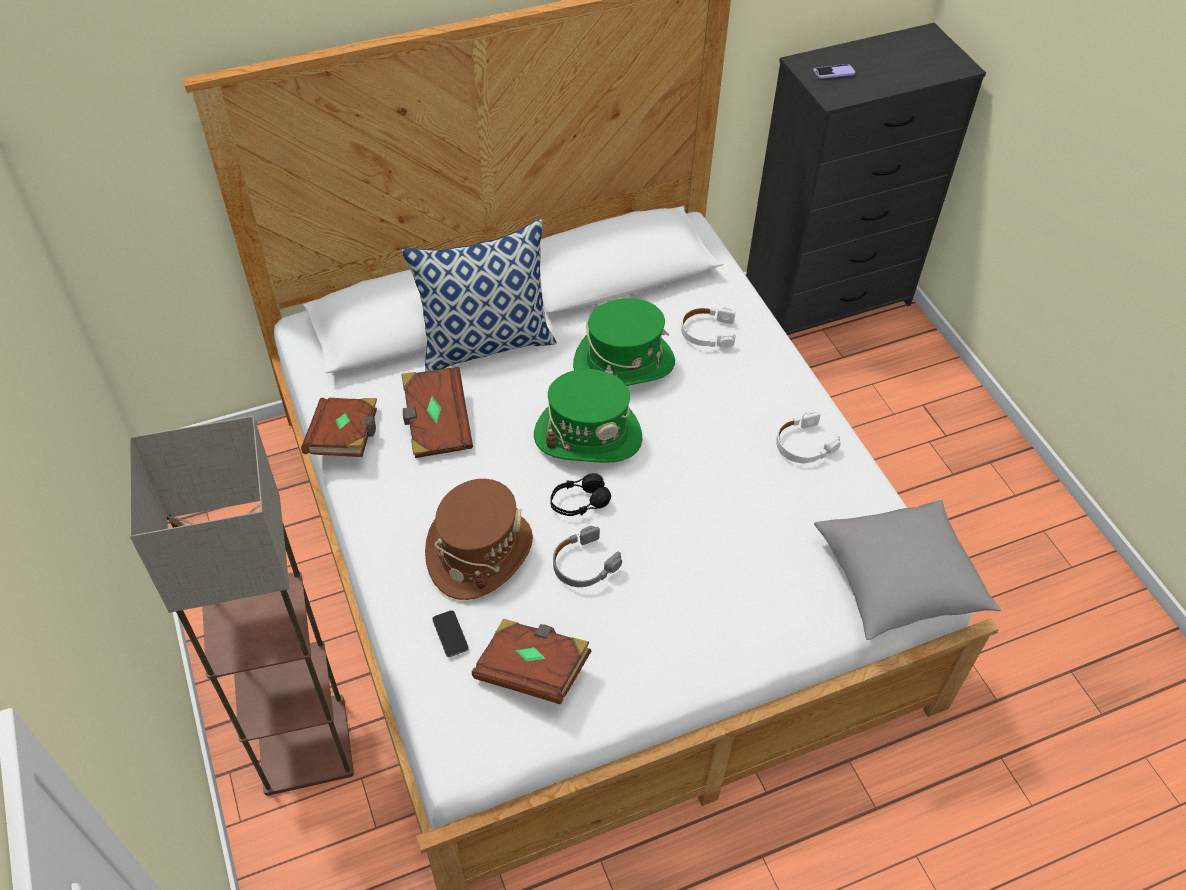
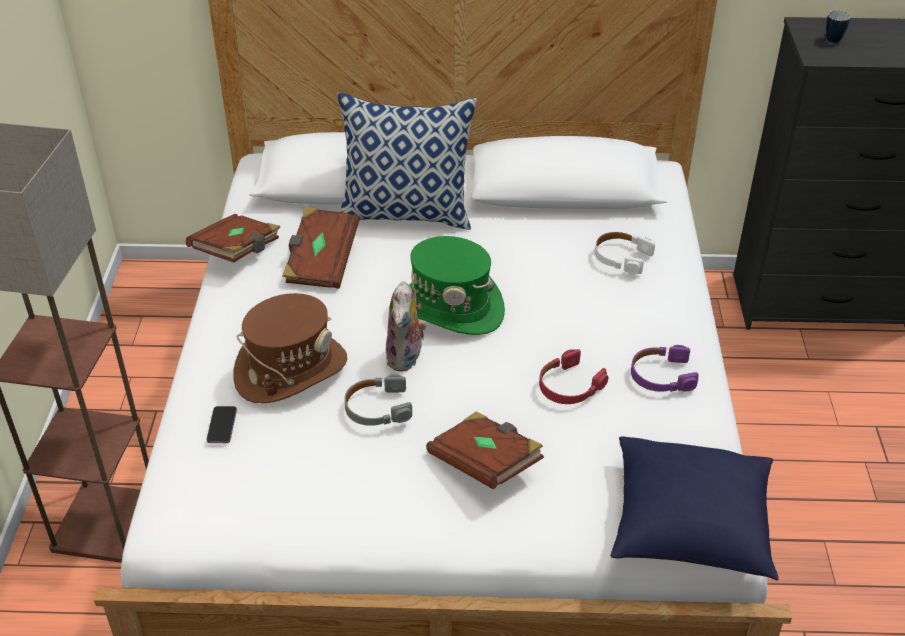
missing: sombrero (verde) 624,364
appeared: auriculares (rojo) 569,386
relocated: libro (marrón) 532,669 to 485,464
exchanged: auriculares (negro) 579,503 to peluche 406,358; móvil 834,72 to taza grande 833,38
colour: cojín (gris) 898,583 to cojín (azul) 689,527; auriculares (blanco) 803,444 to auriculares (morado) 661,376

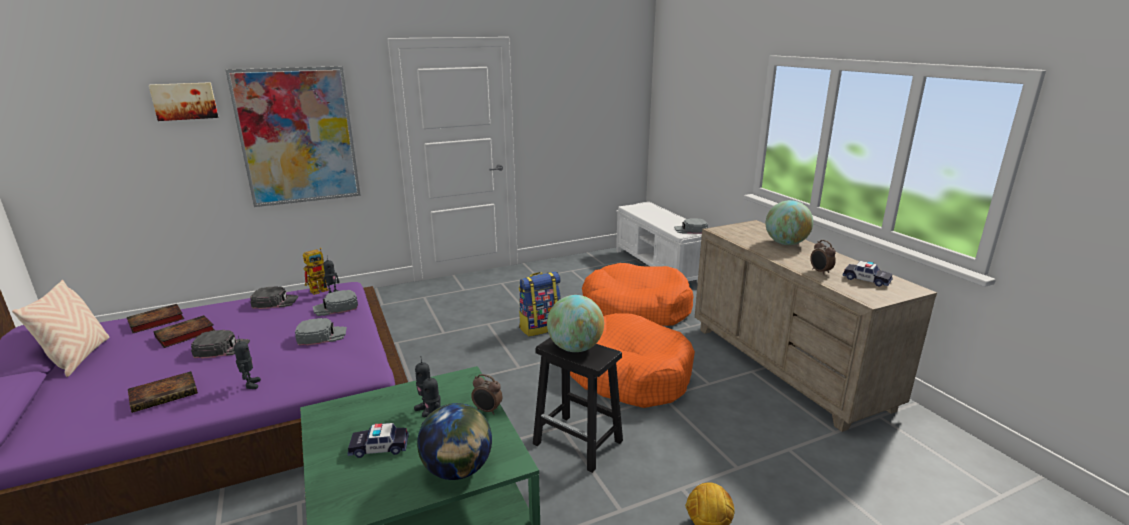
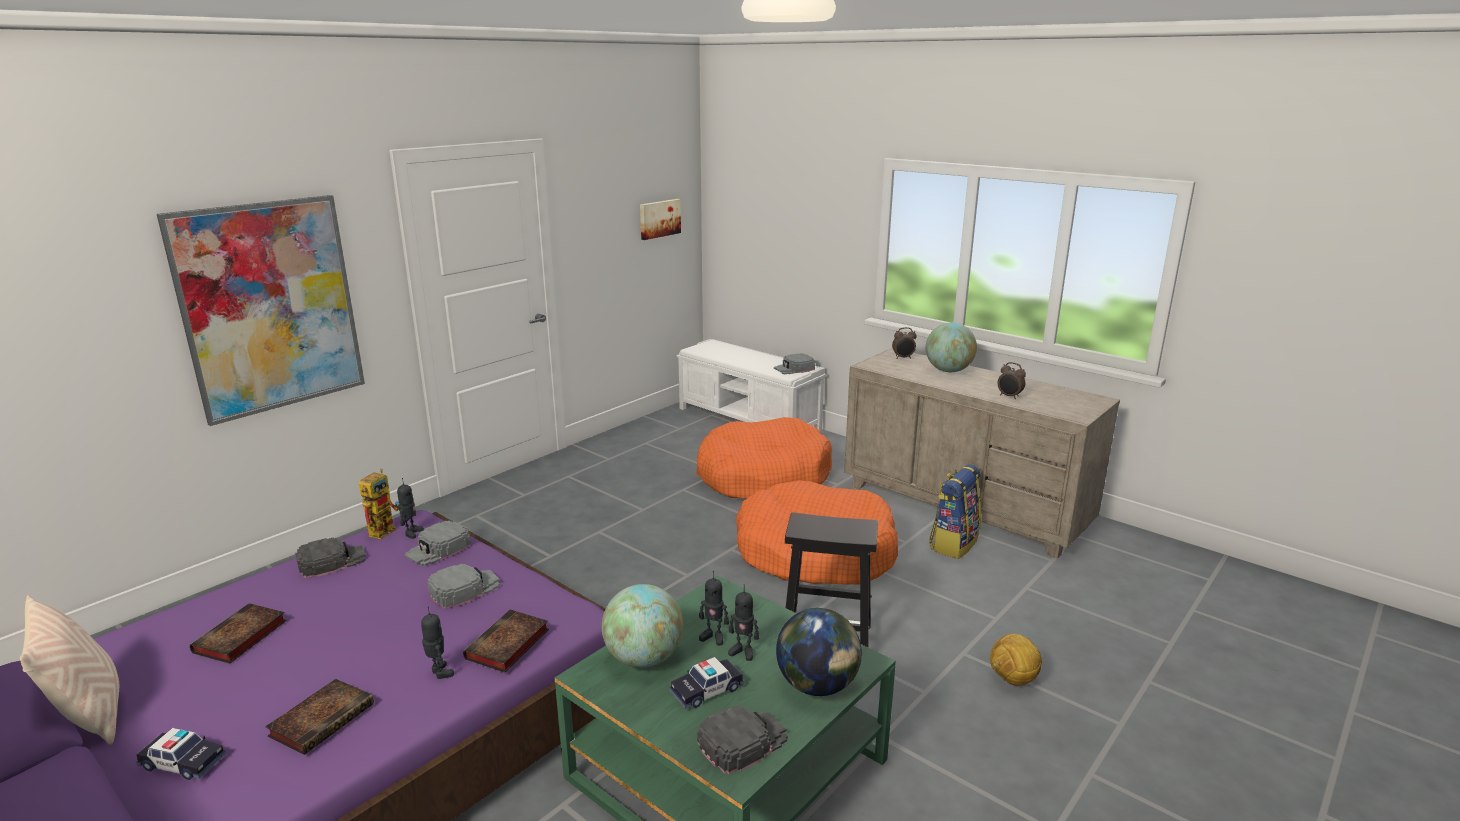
relocated: coche de juguete 866,280 to 183,762; libro 155,321 to 507,646; globo terráqueo 575,348 to 644,658; cuadro 184,101 to 659,218; gorra (negro) 222,348 to 742,741; despertador 487,410 to 903,357; mochila 540,327 to 953,543

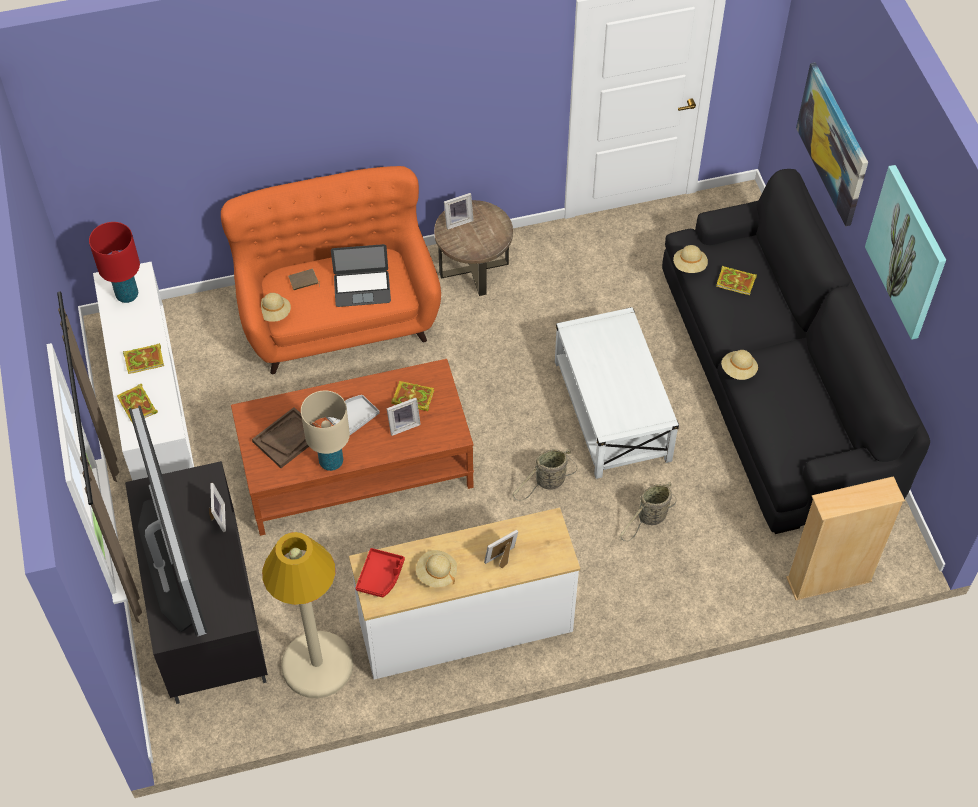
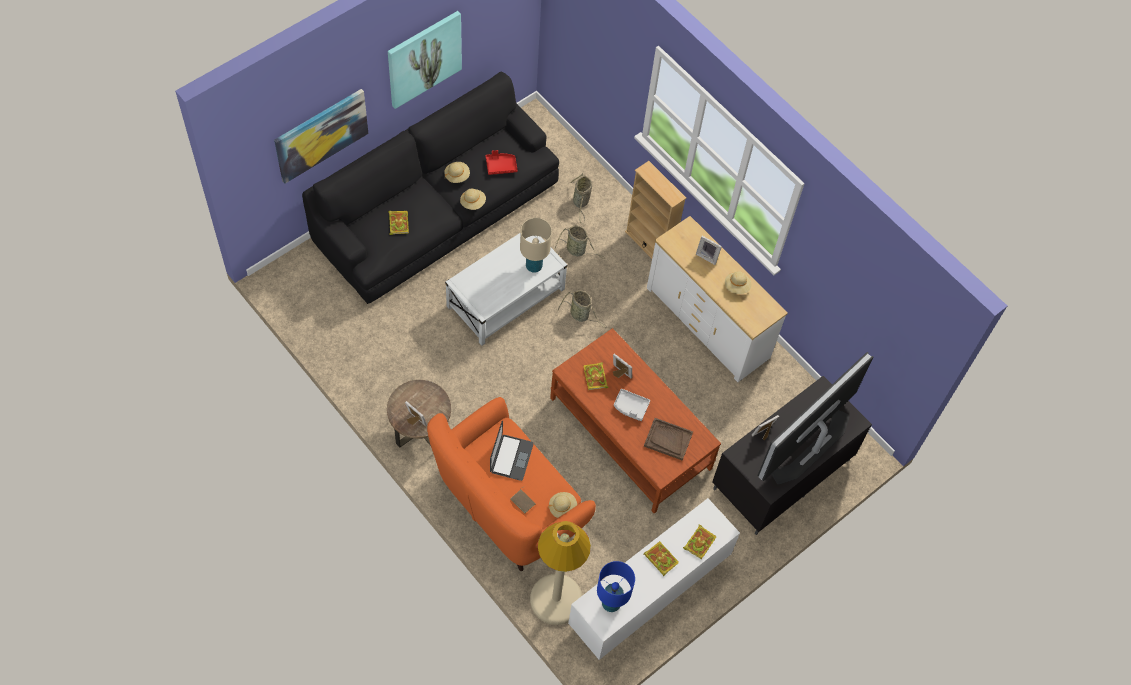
appeared: cesta 581,202
relocated: sombrero (beis) 689,266 to 457,176; bandeja (rojo) 380,576 to 501,166; lámpara de mesa (beis) 331,462 to 534,266; lámpara de pie (beis) 317,665 to 556,599; estantería (beis) 828,580 to 649,245
colour: lámpara de mesa (rojo) 127,295 to lámpara de mesa (azul) 611,604
spun: portátil 362,288 = 511,457 45 degrees clockwise

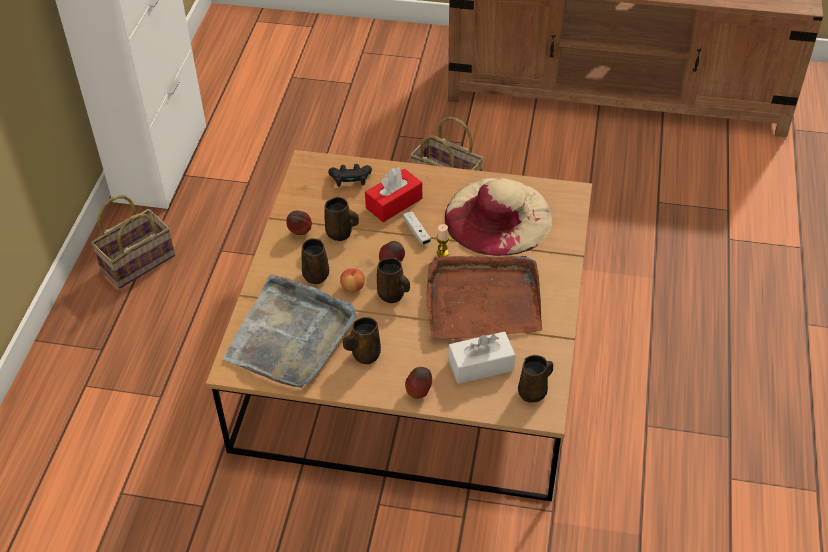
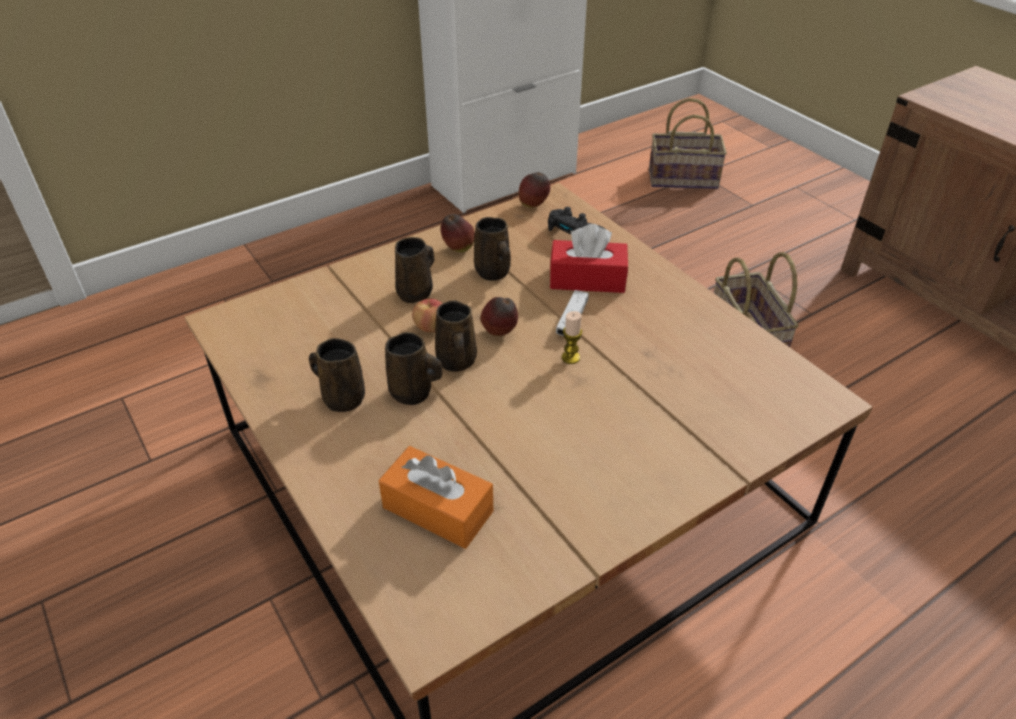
missing: bandeja (gris) 290,336; bandeja (marrón) 482,301; sombrero (beis) 498,216
relocated: taza grande (marrón) 533,392 to 413,393; manzana 419,392 to 533,205; cesta 138,261 to 684,178
colour: caja de pañuelos (blanco) 481,365 to caja de pañuelos (naranja) 438,509

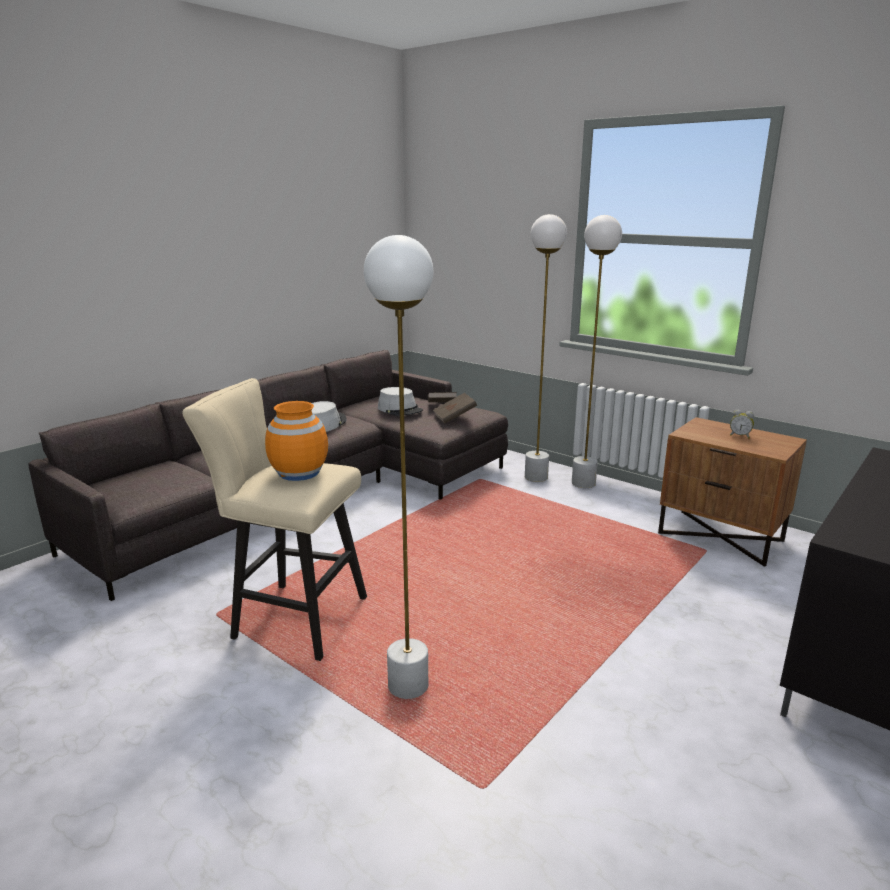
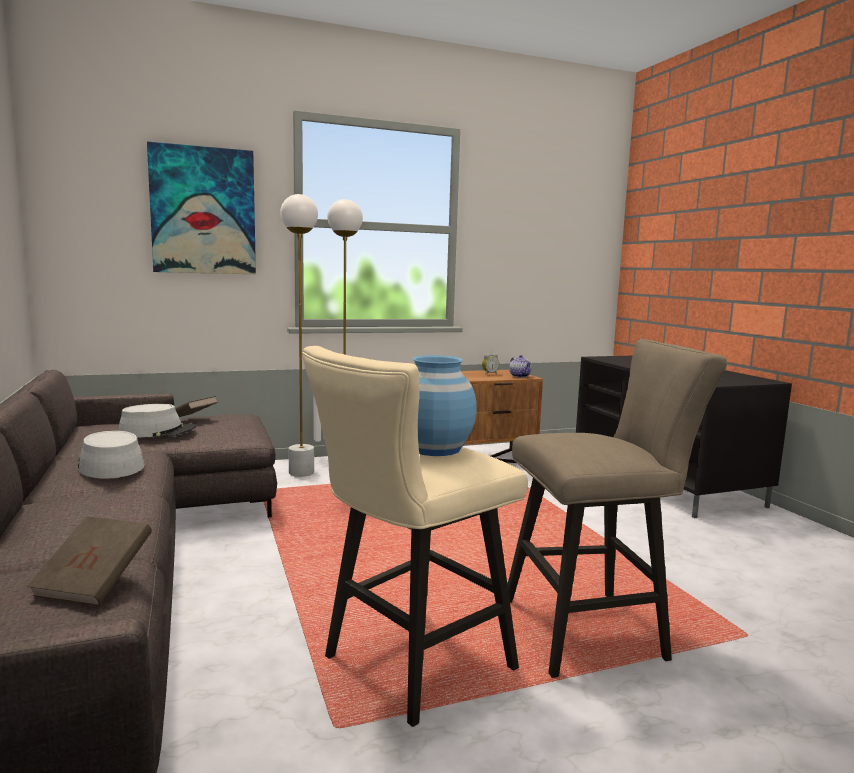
appeared: cuadro 203,211; tetera 520,376
relocated: libro (marrón) 454,417 to 95,582
exchanged: lámpara de pie (blanco) 408,686 to taburete (beis) 594,629
colour: florero (naranja) 298,473 to florero (azul) 434,449

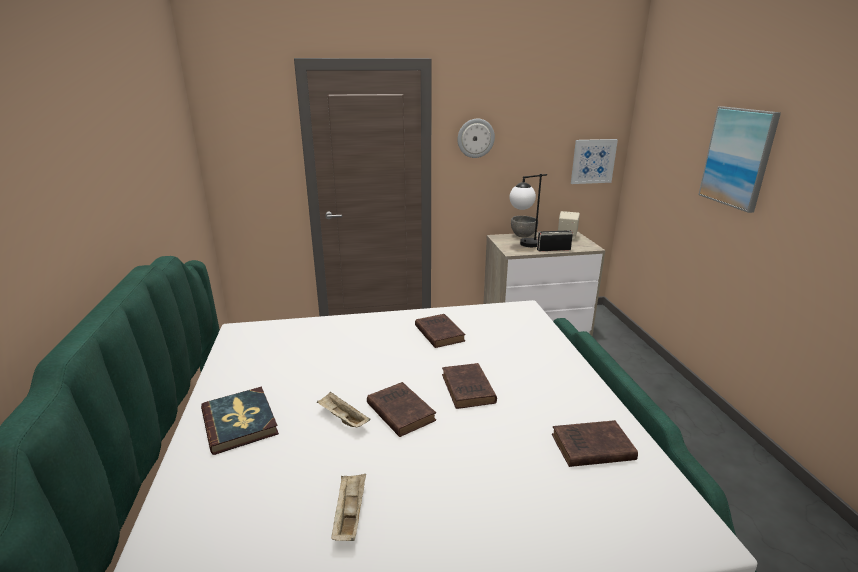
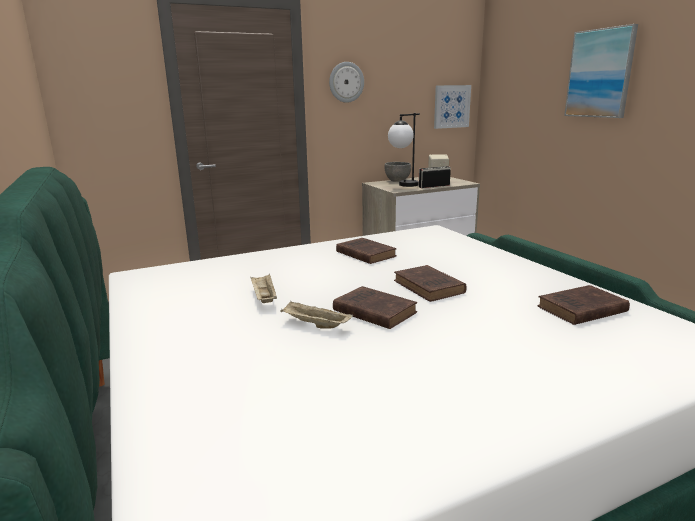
missing: libro 240,422
relocated: bandeja (beis) 349,515 to 264,297

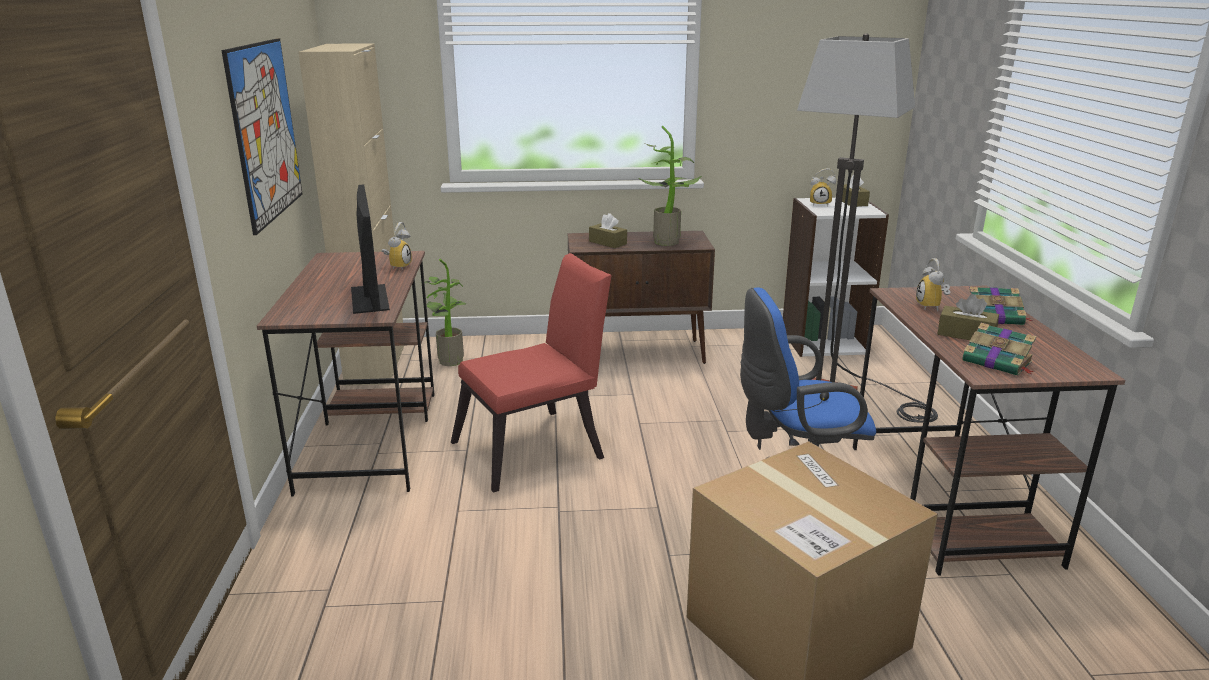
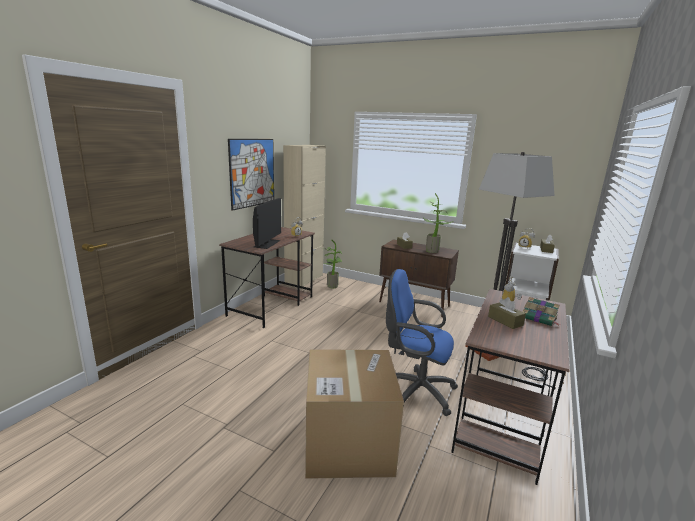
missing: silla (rojo) 537,448; libro 998,362

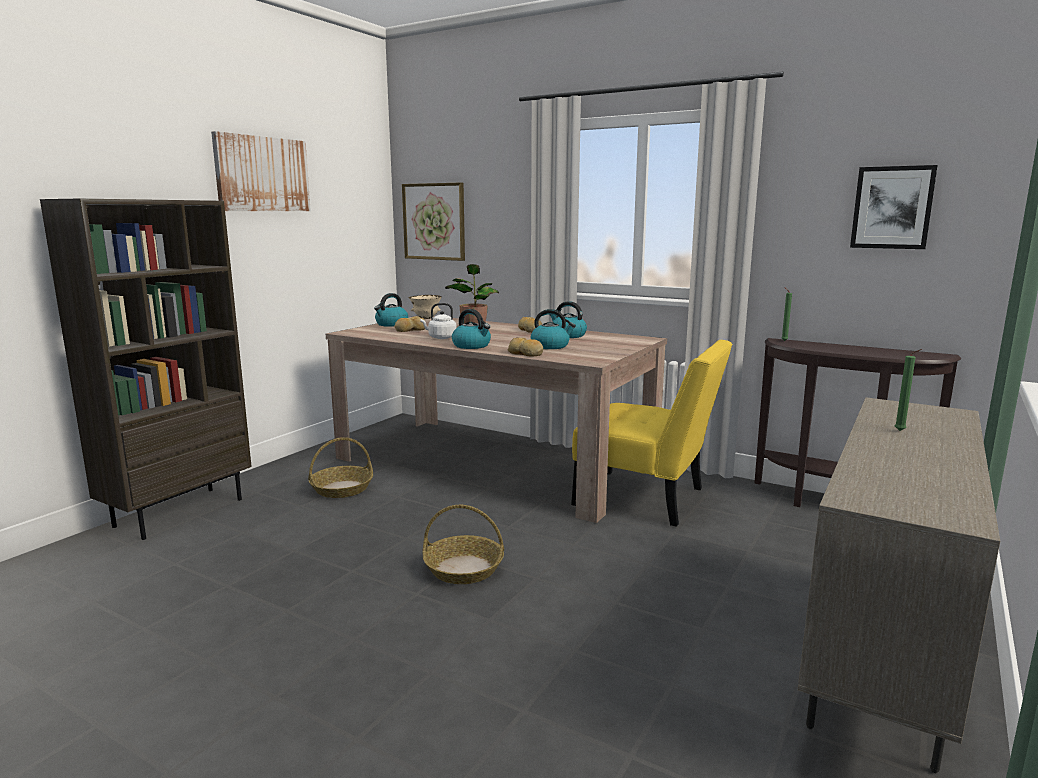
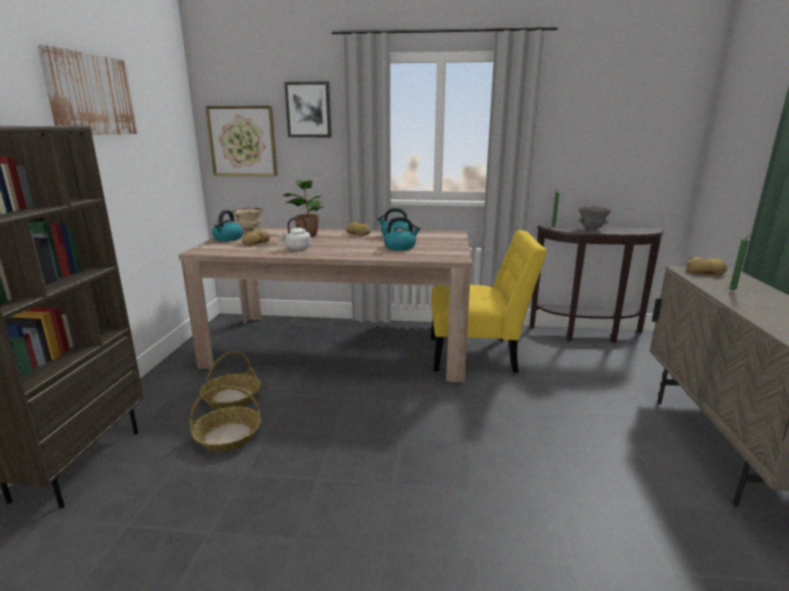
missing: hervidor 472,346
appeared: cuenco (gris) 591,229
relocated: cesta 464,569 to 228,436; cuadro 892,207 to 308,110; pan 525,353 to 706,272

